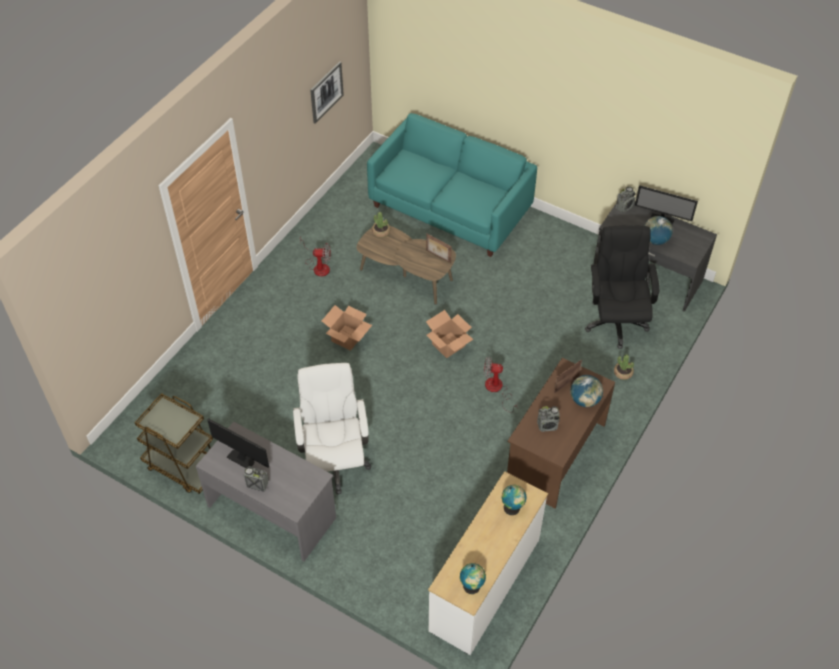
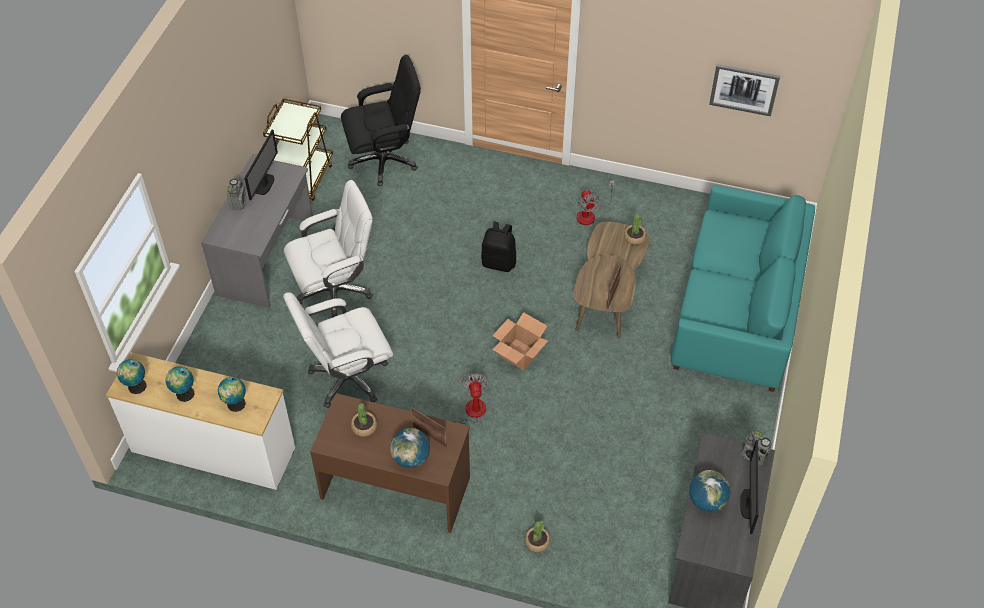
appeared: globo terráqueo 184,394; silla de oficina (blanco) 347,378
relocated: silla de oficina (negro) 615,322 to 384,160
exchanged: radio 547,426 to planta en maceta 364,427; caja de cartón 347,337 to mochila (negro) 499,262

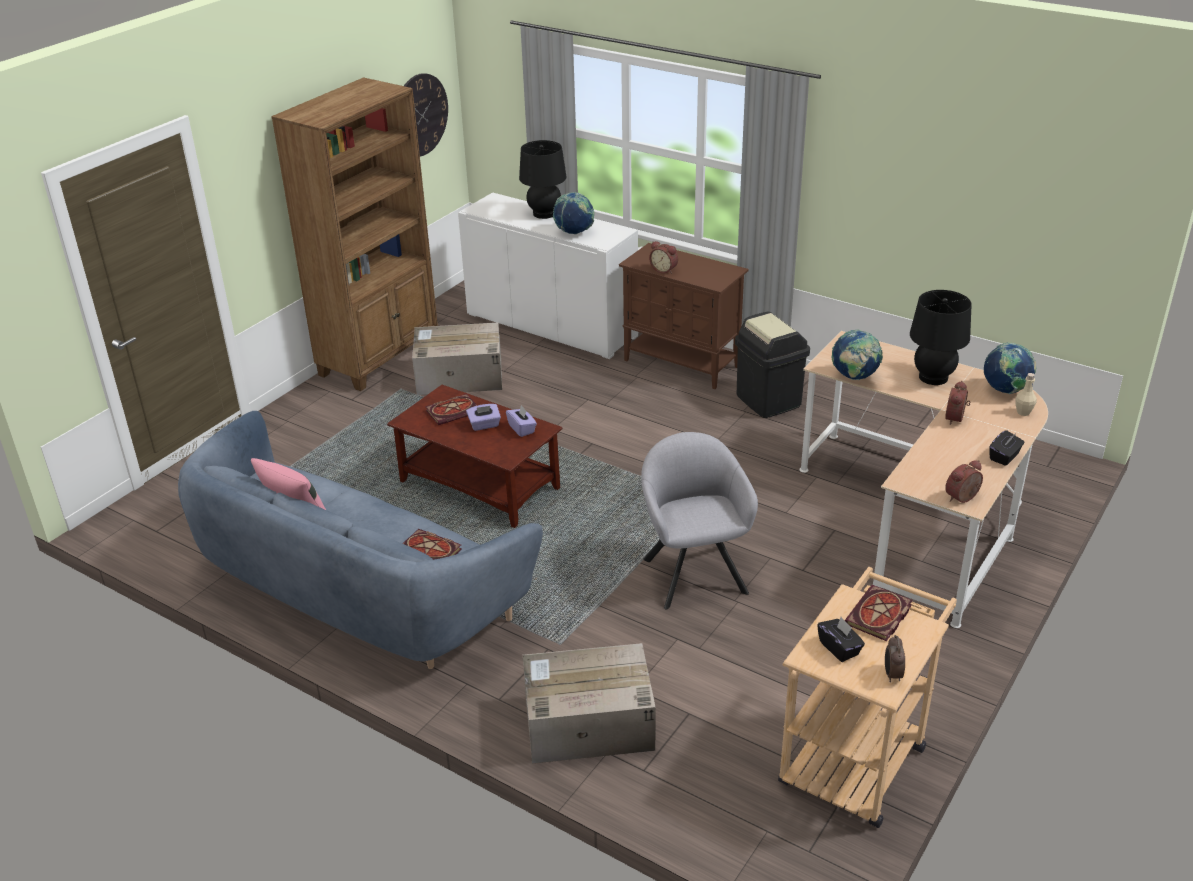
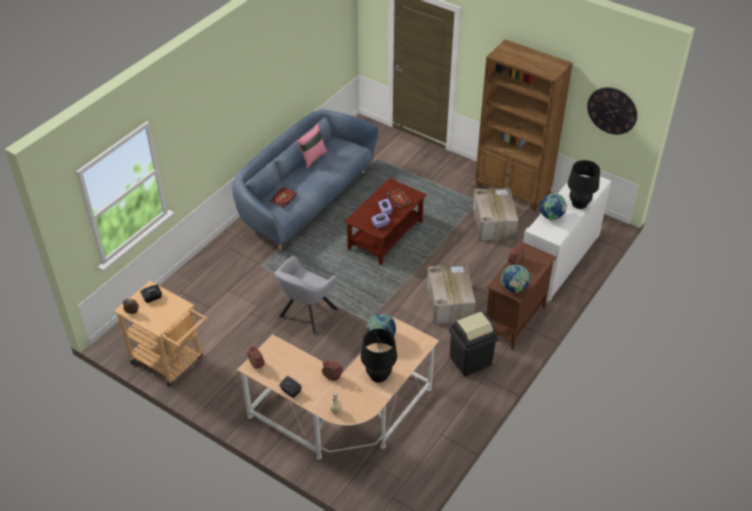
missing: libro 879,616
relocated: caja de cartón 587,724 to 449,302; globo terráqueo 1005,391 to 514,289
spun: sillón (gris) 693,571 = 306,314 135 degrees clockwise

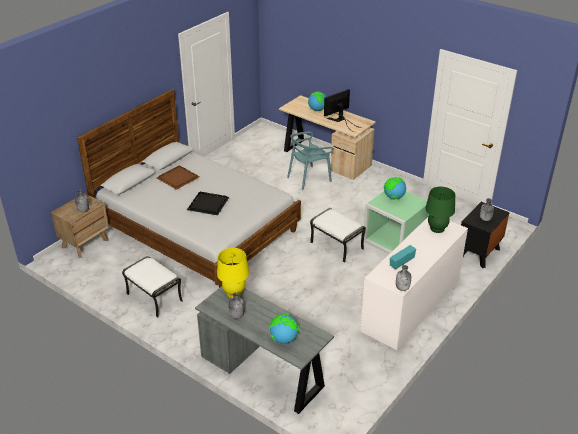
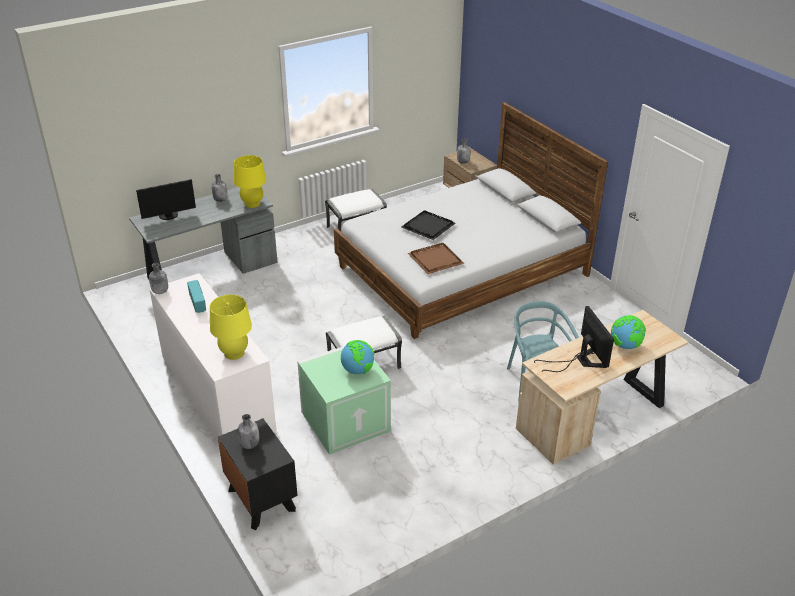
relocated: bandeja (marrón) 177,178 to 436,259
exchanged: globo terráqueo 284,339 to monitor 169,216
colour: lámpara de mesa (verde) 437,228 to lámpara de mesa (amarillo) 234,353

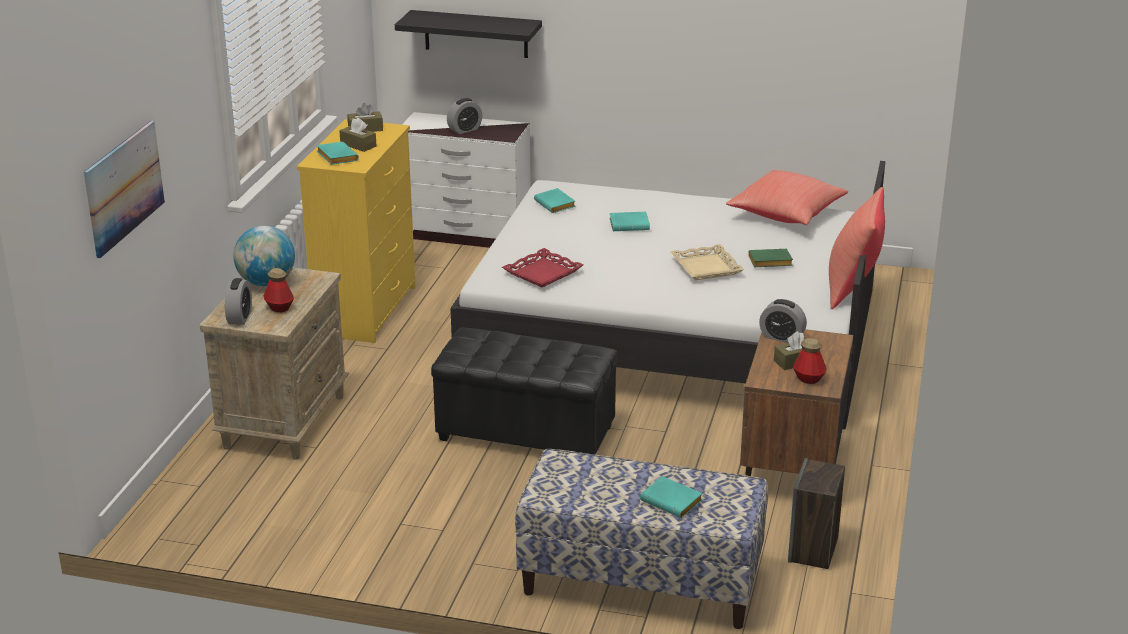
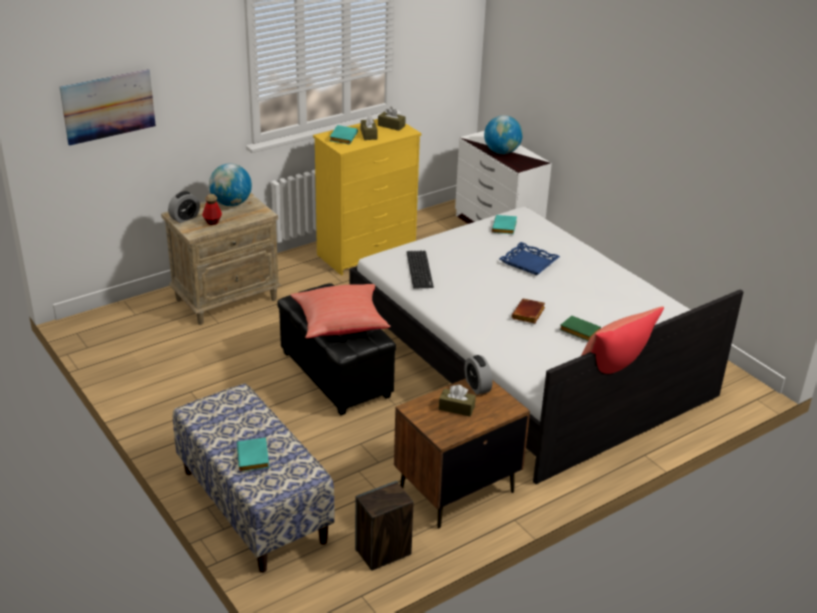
missing: estante (negro) 476,34; botella 808,379
relocated: cojín (rojo) 787,215 to 340,325
exchanged: bandeja (rojo) 543,273 to teclado 419,270; despertador 465,130 to globo terráqueo 501,152; libro (turquesa) 630,225 to bandeja (azul) 529,262; bandeja (beis) 706,267 to libro (marrón) 529,315

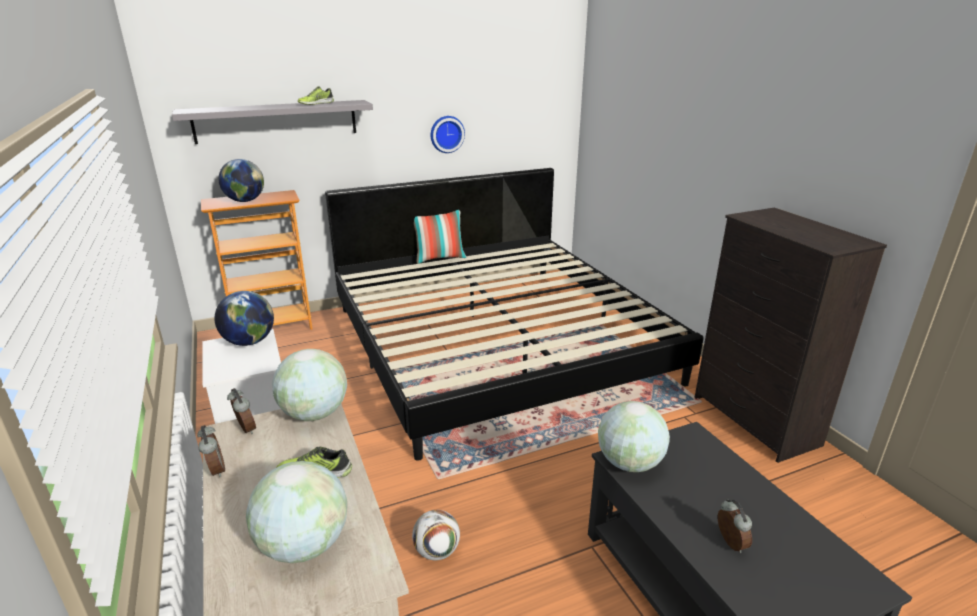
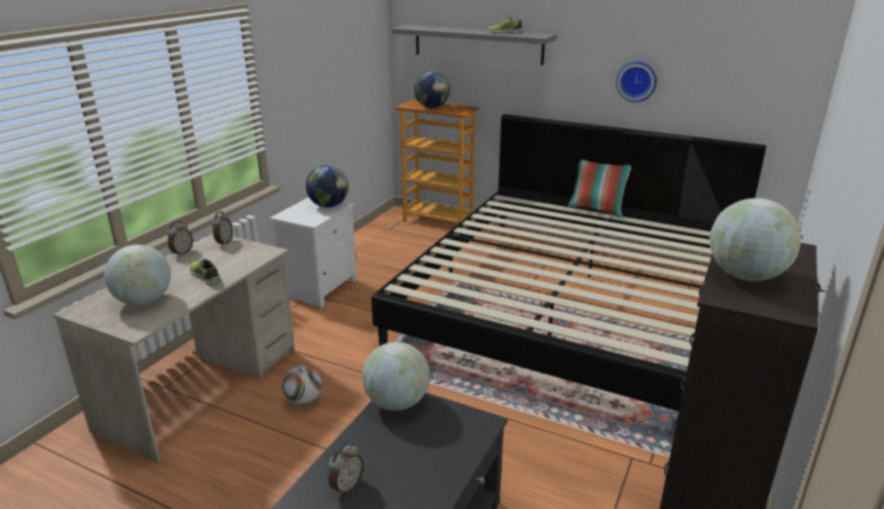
relocated: globo terráqueo 315,414 to 746,276

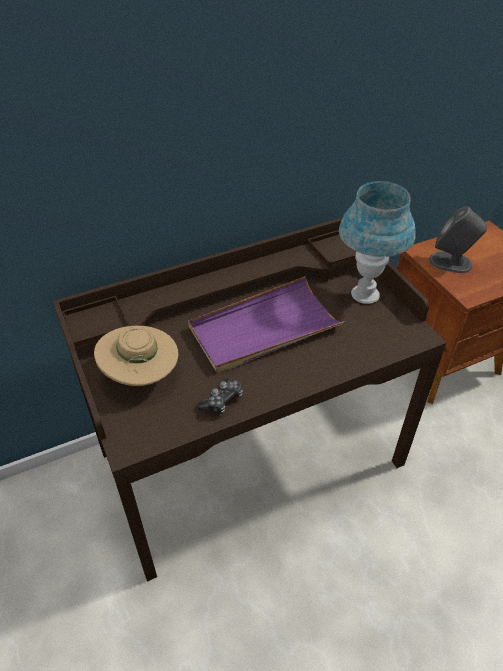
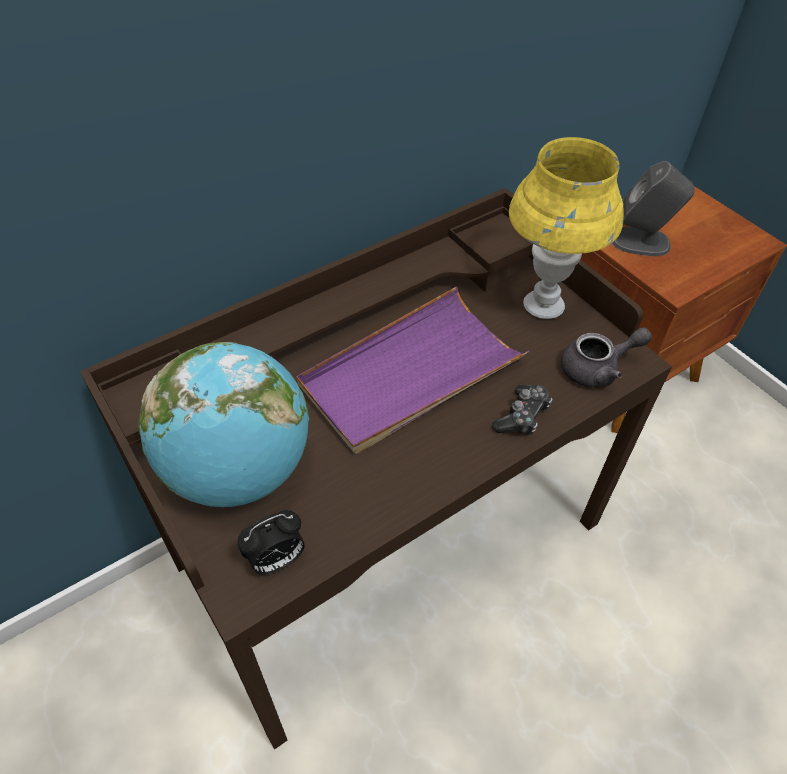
appeared: despertador 276,560; tetera (gris) 597,369
relocated: mando de consola 222,401 to 522,416
exchanged: sombrero (beis) 141,374 to globo terráqueo 239,470
colour: lámpara de mesa (azul) 365,295 to lámpara de mesa (amarillo) 543,305

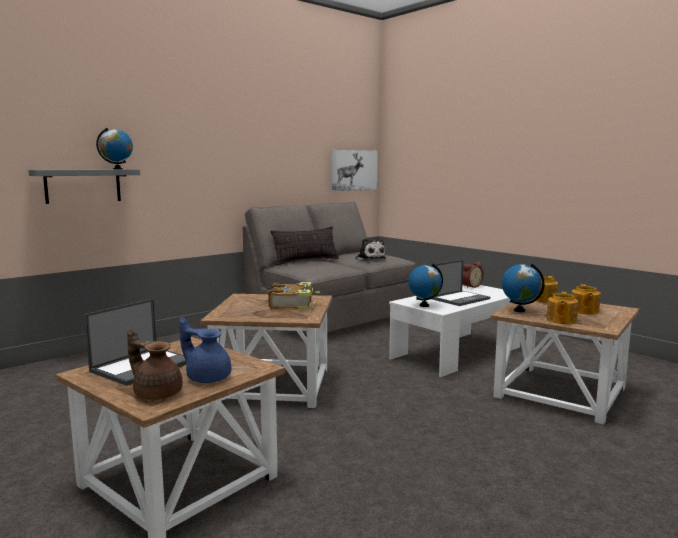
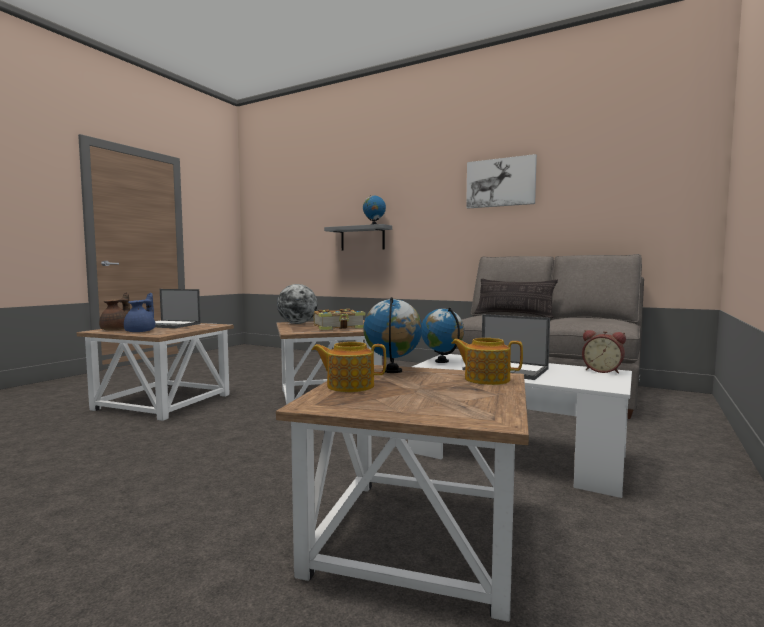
missing: peluche 369,258; tetera 584,311
appeared: globo terráqueo 297,323
relocated: cuadro 353,170 to 500,182

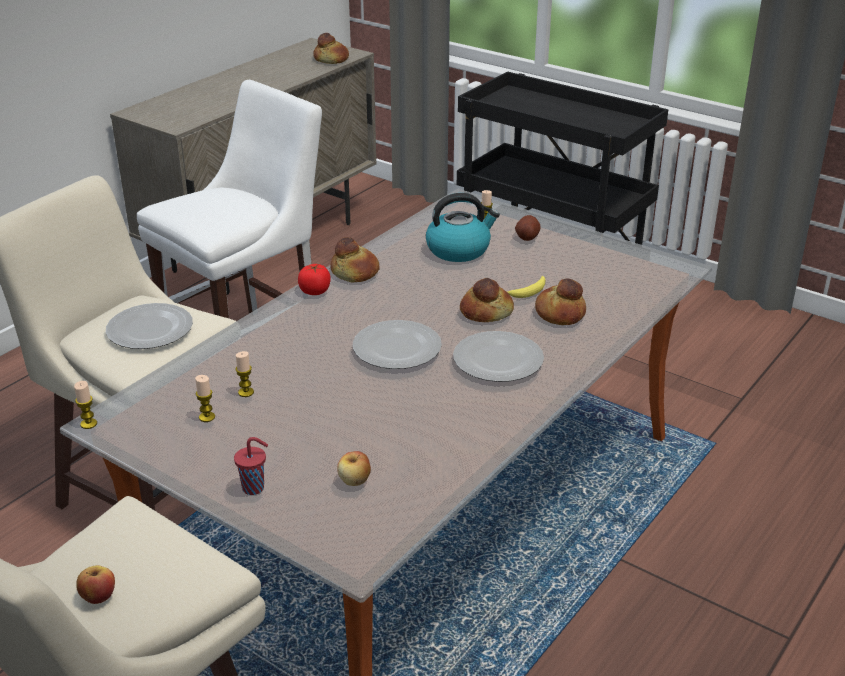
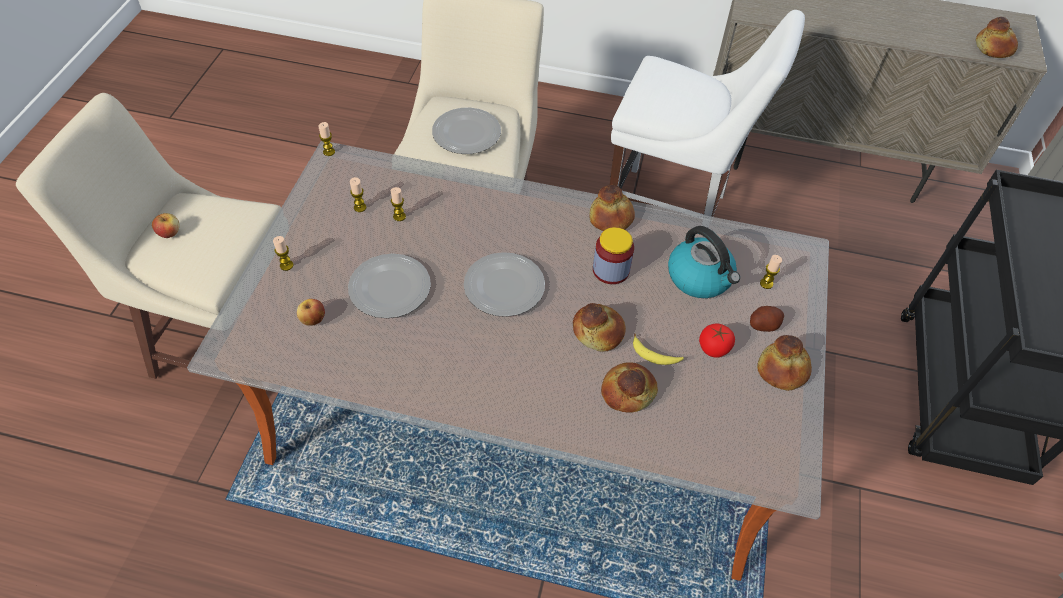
appeared: tarro 611,270; pan 783,370
relocated: plato 497,360 to 389,287; tomate 315,291 to 713,348
exchanged: taza (rojo) 254,488 to vela 286,265

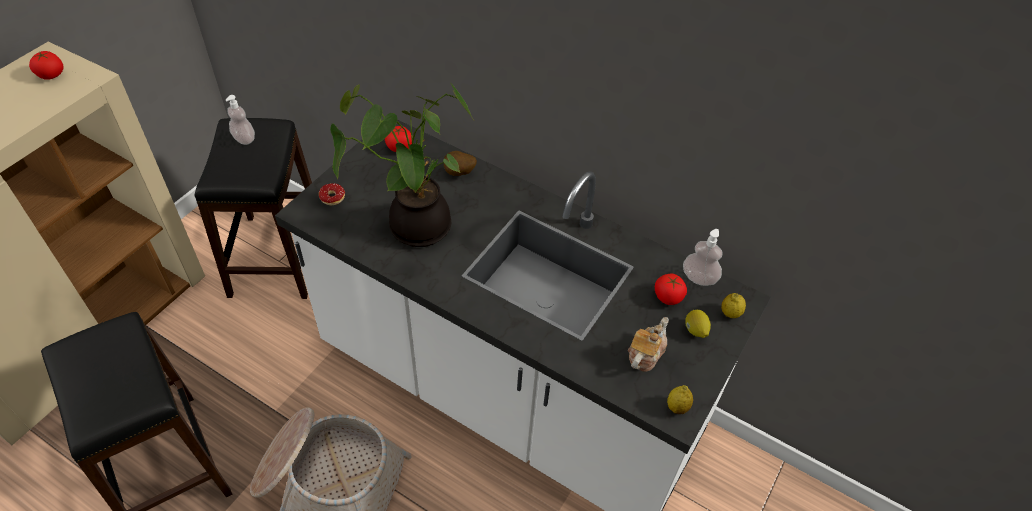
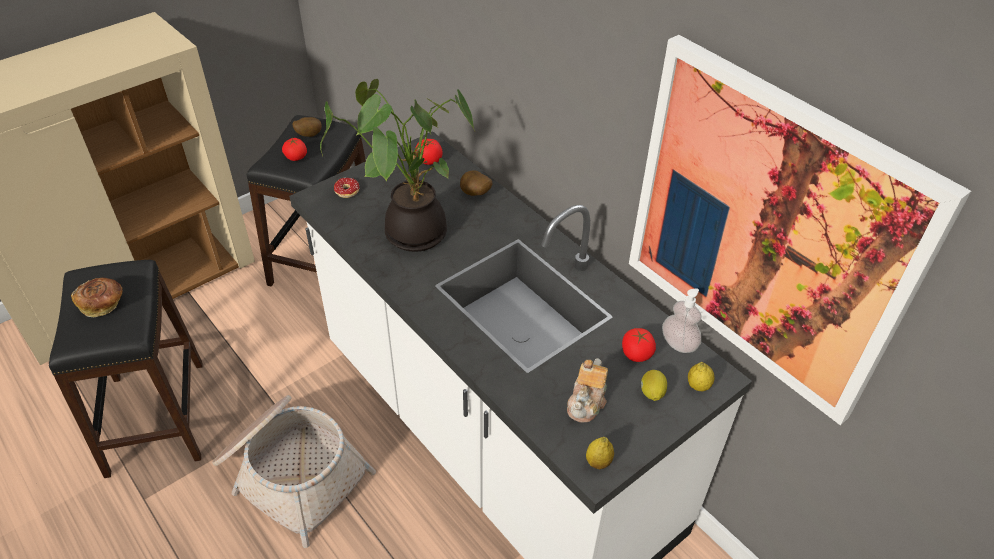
appeared: pan 103,304; cuadro 766,232
relocated: tomate 51,75 to 296,157
exchanged: dispensador de jabón 244,139 to patata 308,135
spun: tetera 645,354 = 587,402 150 degrees clockwise

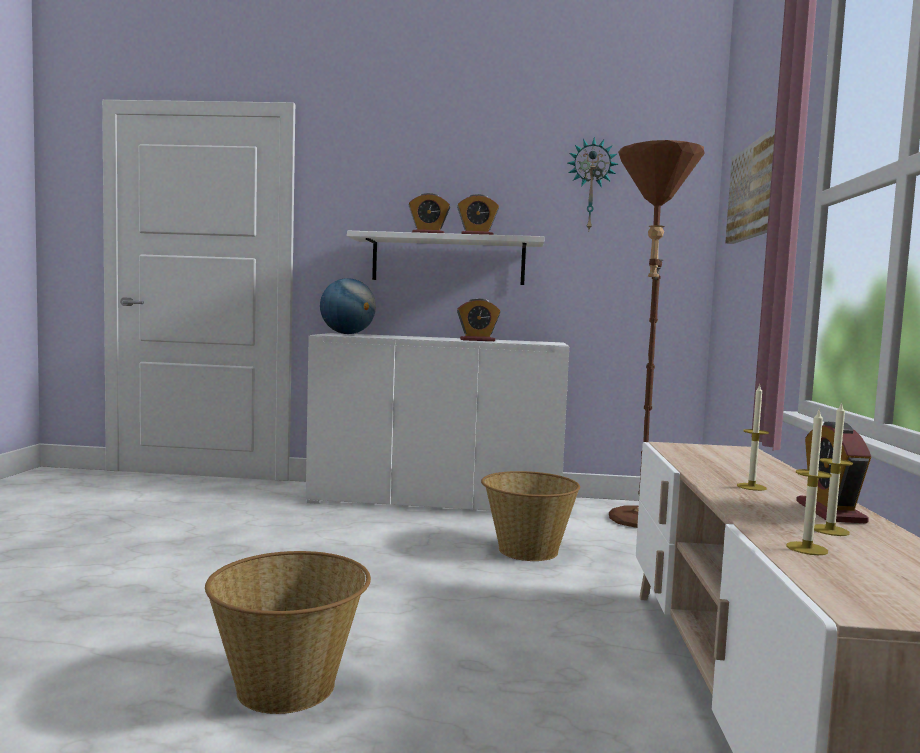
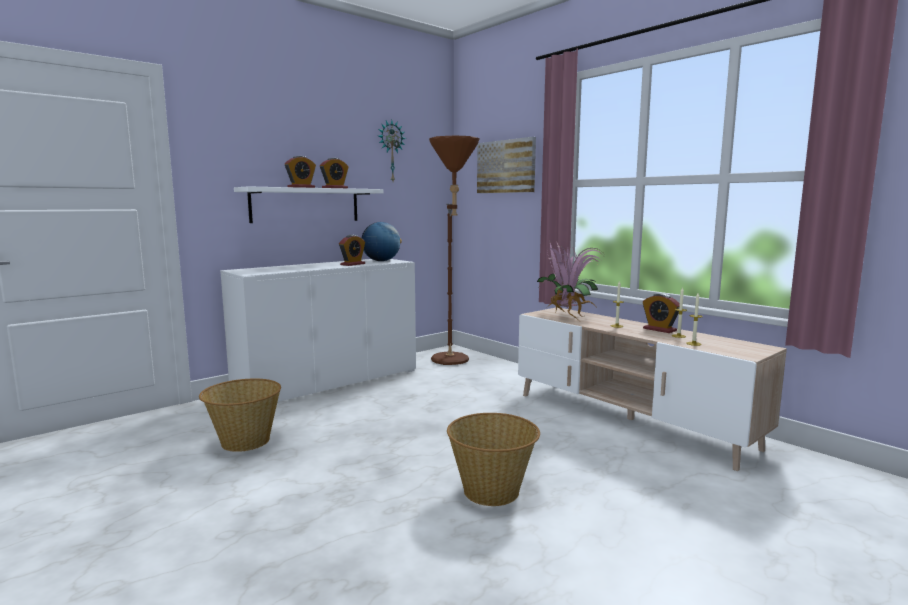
appeared: planta en maceta 567,315
relocated: cesta 527,550 to 244,441; globo terráqueo 347,334 to 381,261

